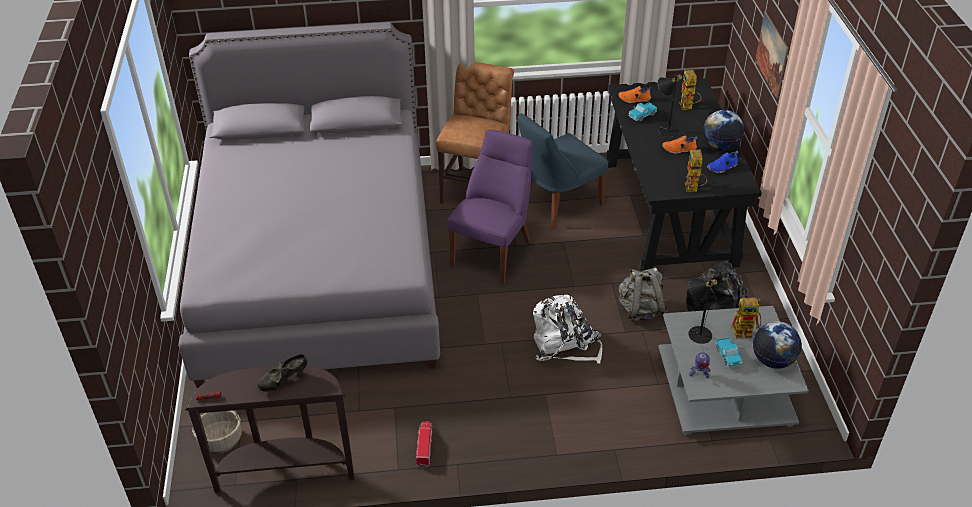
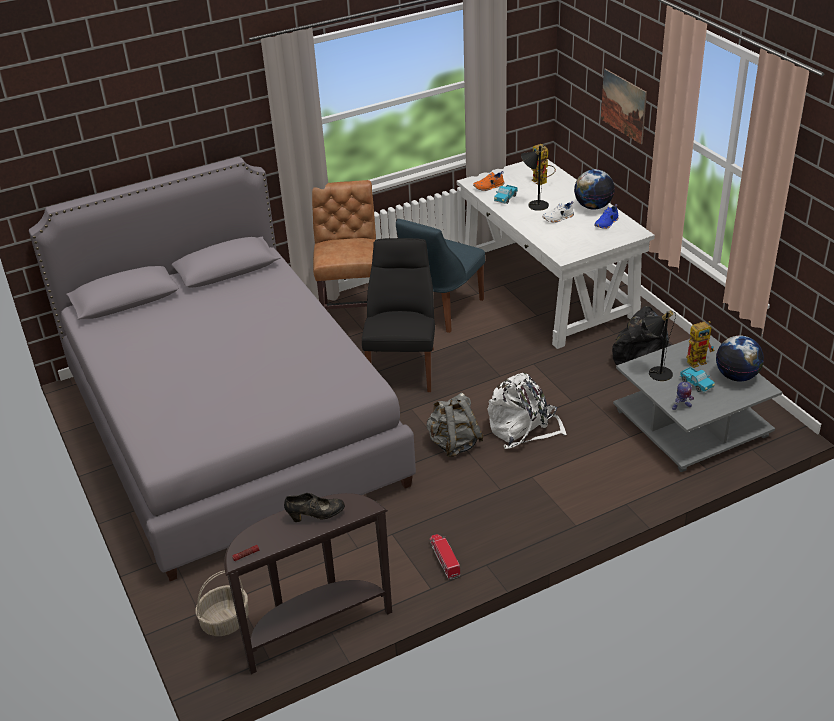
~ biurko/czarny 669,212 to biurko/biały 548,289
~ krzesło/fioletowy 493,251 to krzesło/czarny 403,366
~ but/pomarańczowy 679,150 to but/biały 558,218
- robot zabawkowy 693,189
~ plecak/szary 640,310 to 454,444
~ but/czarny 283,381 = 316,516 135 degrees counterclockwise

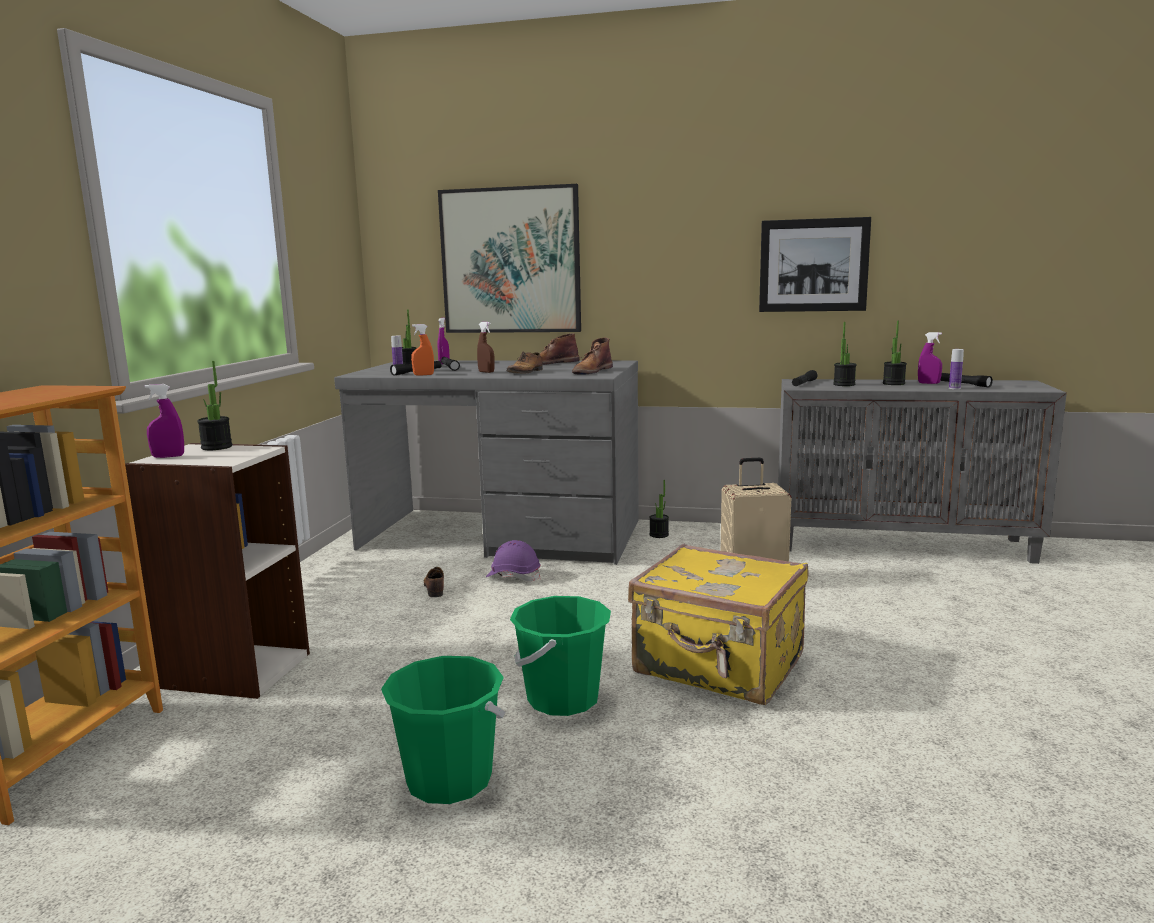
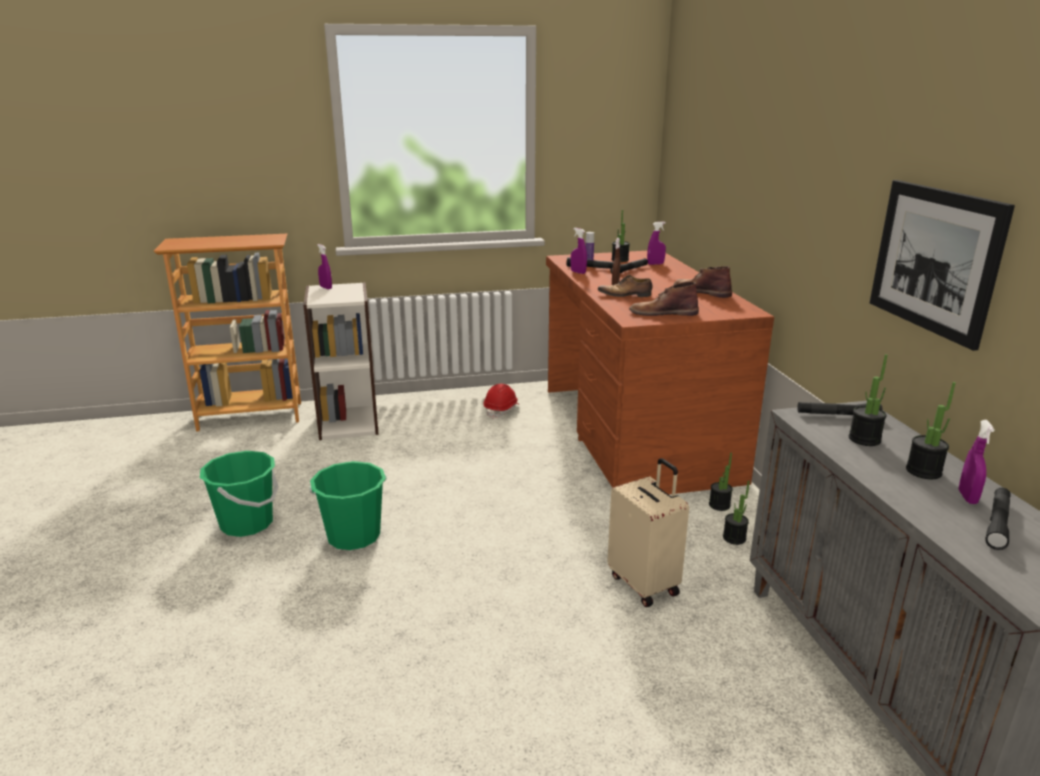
- obraz 511,261
~ spryskiwacz/pomarańczowy 423,375 to spryskiwacz/fioletowy 578,272
- butelka 954,388
~ biurko/szary 502,535 to biurko/brązowy 635,433
~ roślina doniczkowa 216,447 to 734,538
- kask/fioletowy 513,576
- walizka/żółty 719,666
- but 434,587
+ kask/czerwony 502,410

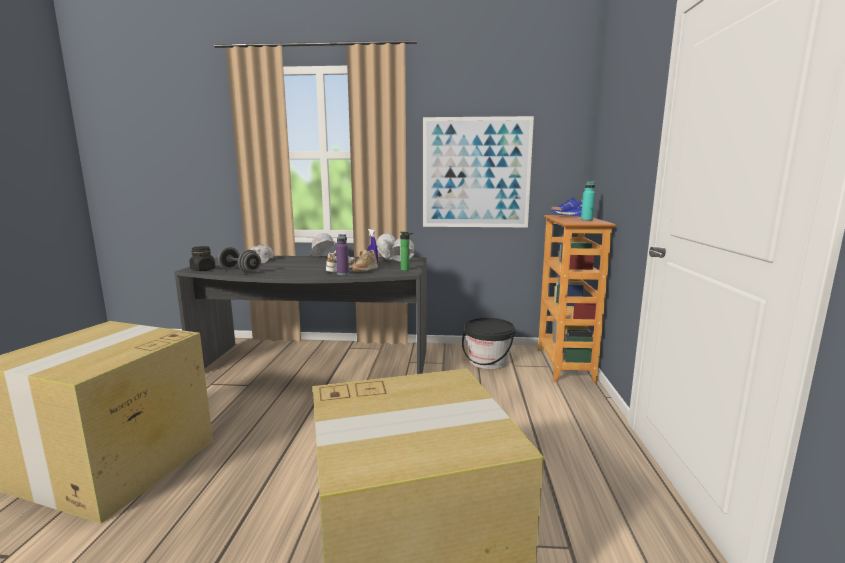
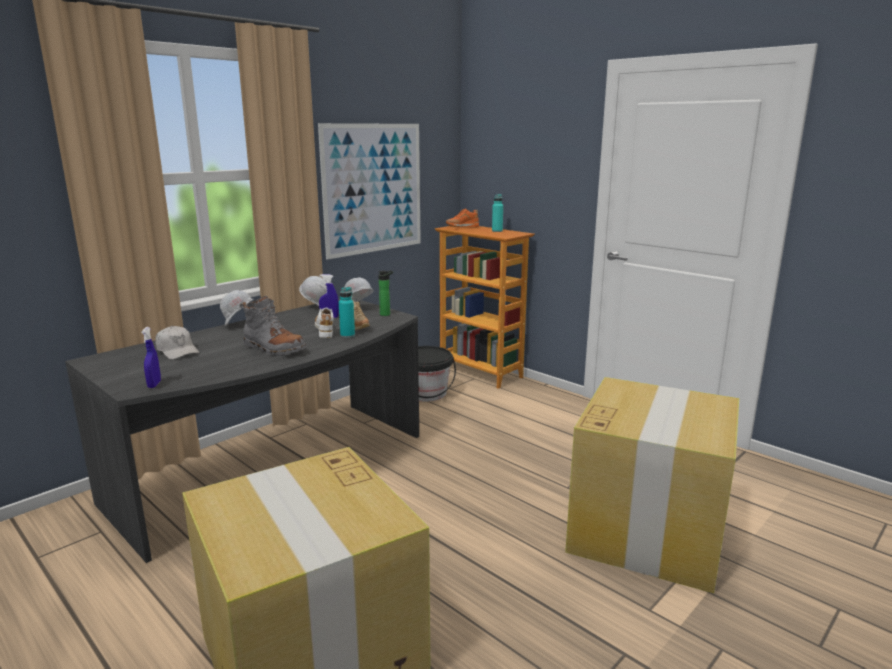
~ but/niebieski 567,216 to but/pomarańczowy 462,228
~ butelka/fioletowy 343,273 to butelka/turkusowy 347,335
~ słoik/czarny 203,269 to spryskiwacz/niebieski 154,384
- hantel/szary 240,271
+ but z cholewką/szary 273,349

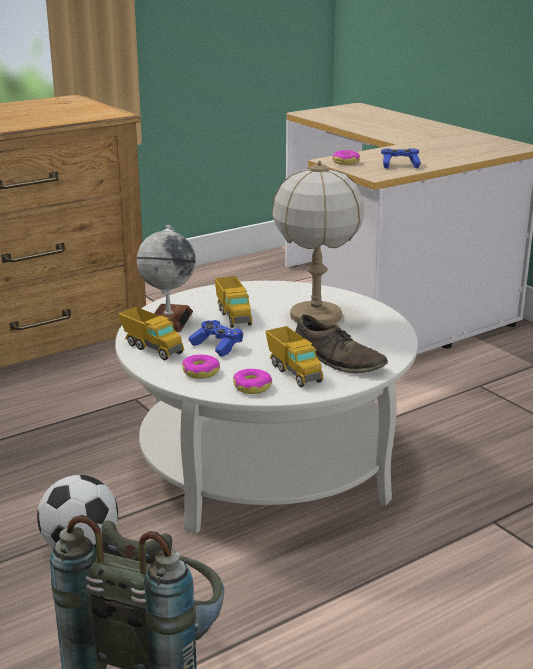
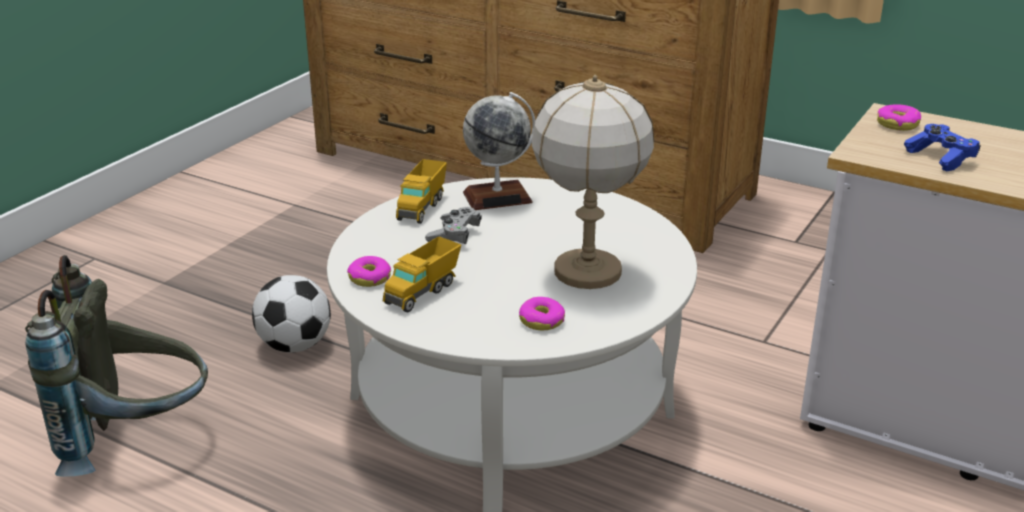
- ciężarówka zabawkowa 233,316
- but/brązowy 338,359
~ pad do gier/niebieski 217,346 to pad do gier/szary 454,236
~ donut 201,372 to 542,320

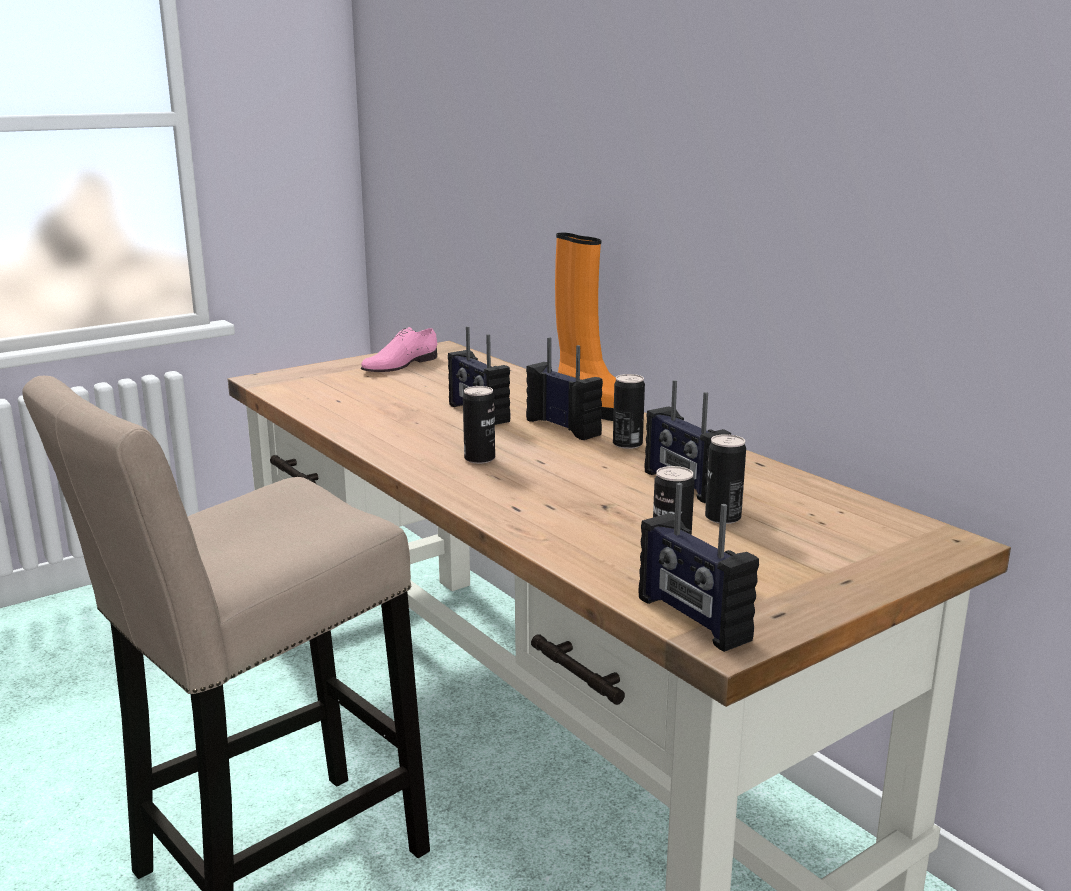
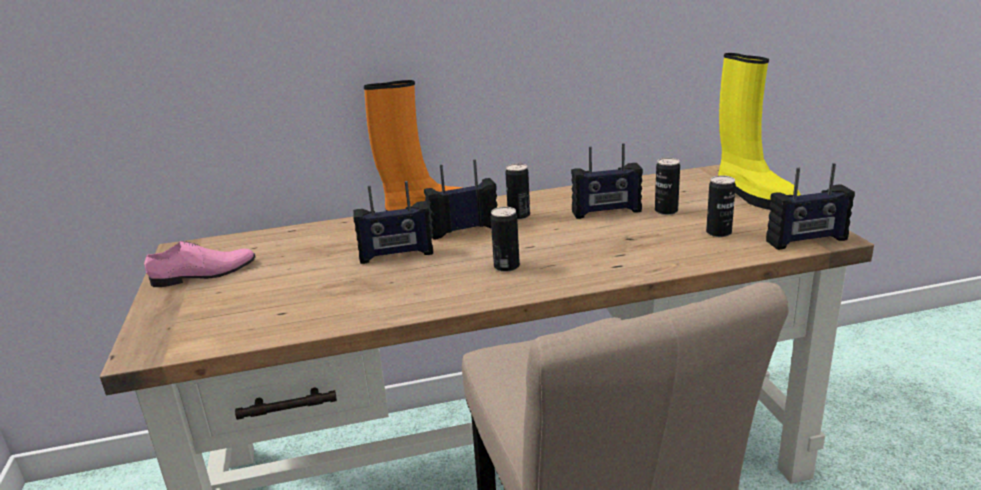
~ but/różowy 399,364 = 204,273 90 degrees counterclockwise
+ but z cholewką/żółty 753,197

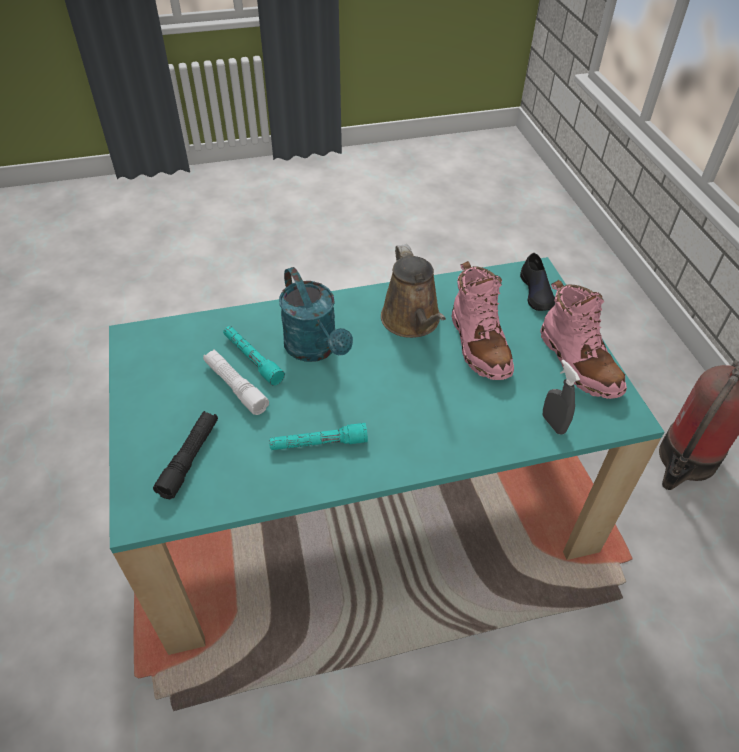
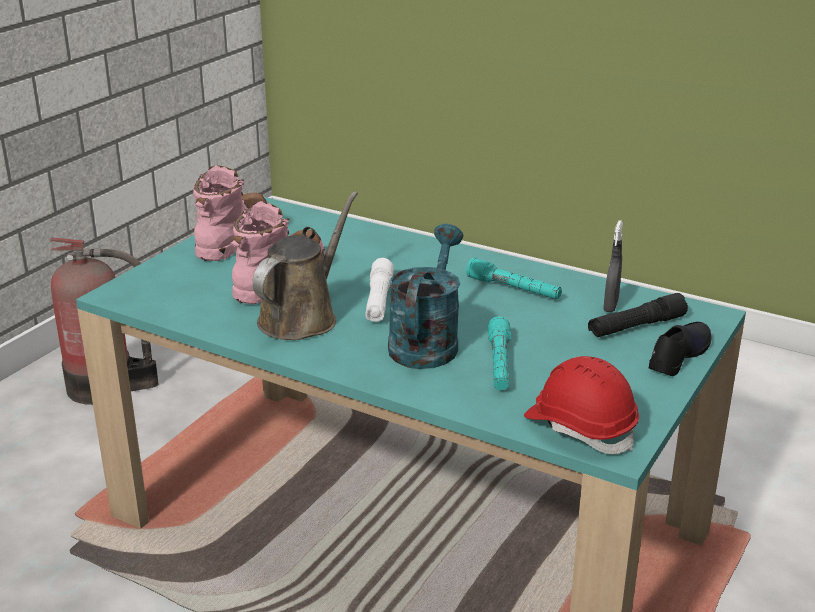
~ but/czarny 536,292 to 678,355
~ latarka/biały 235,387 to 379,300
~ spryskiwacz/szary 553,424 to 610,306
+ kask/czerwony 580,428

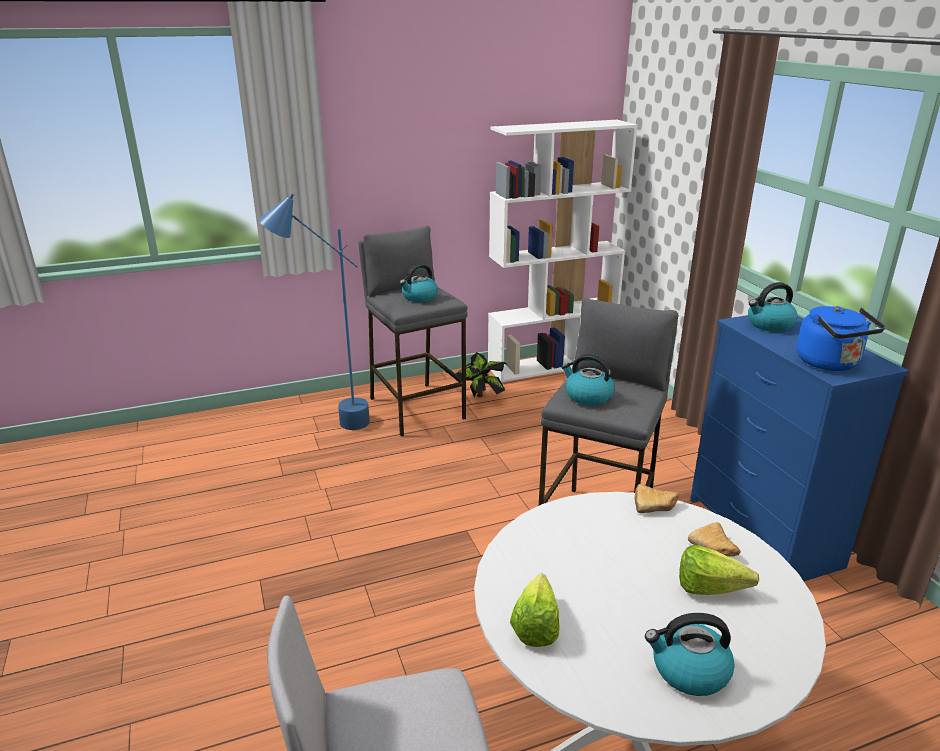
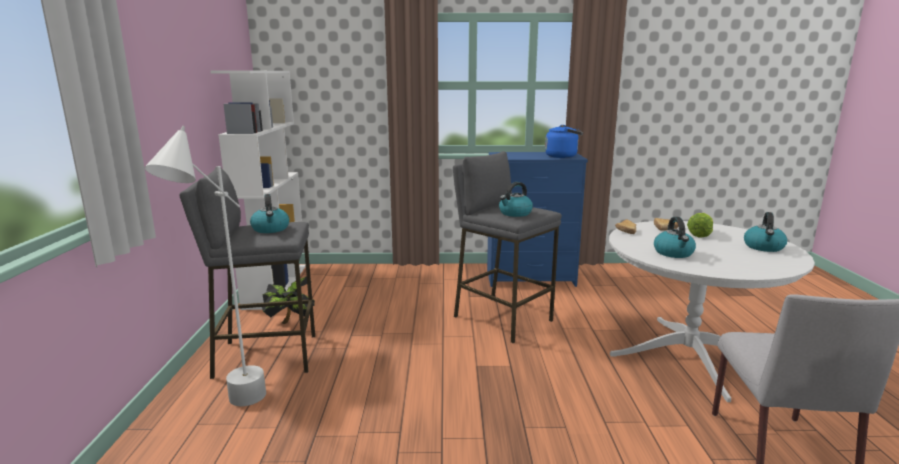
~ lampa stojąca/niebieski 329,425 to lampa stojąca/biały 232,414
~ czajnik 769,325 to 674,253
- sałata 538,622

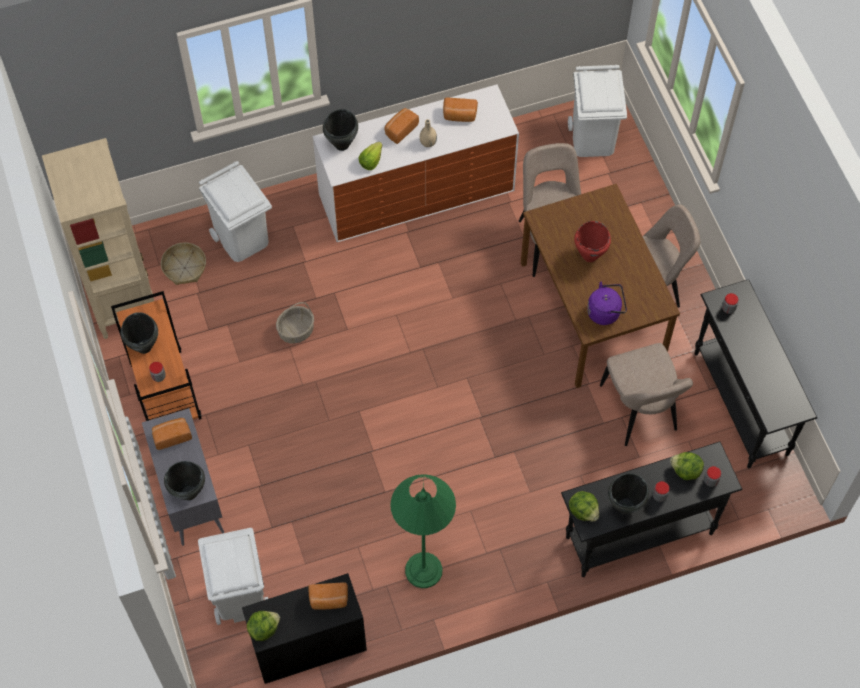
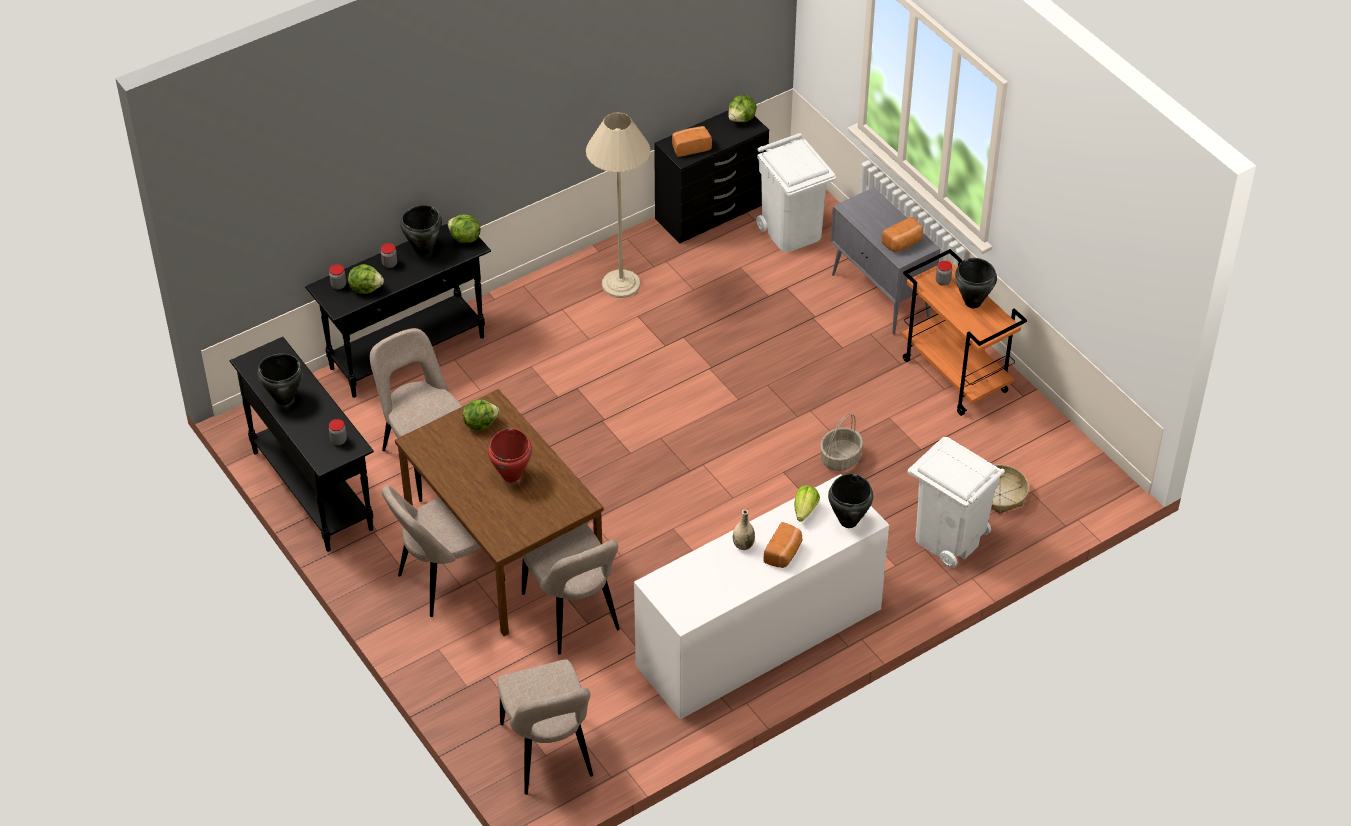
~ kosz na śmieci/biały 593,139 to krzesło/beżowy 548,754
- chleb 459,116
- regał/beżowy 123,300
~ czajnik/fioletowy 605,312 to sałata 480,423
~ garnek/czarny 189,493 to 284,398
~ lampa stojąca/zielony 423,570 to lampa stojąca/beżowy 621,284

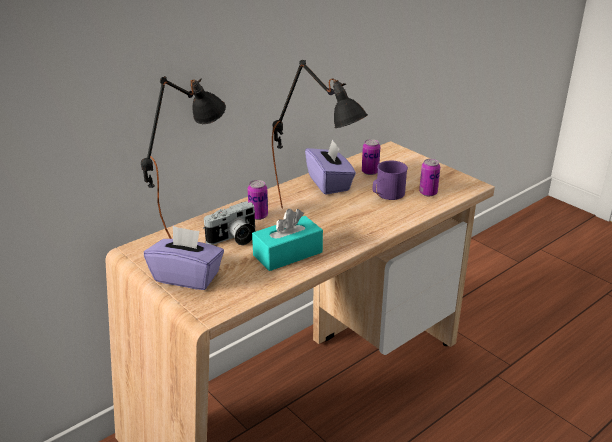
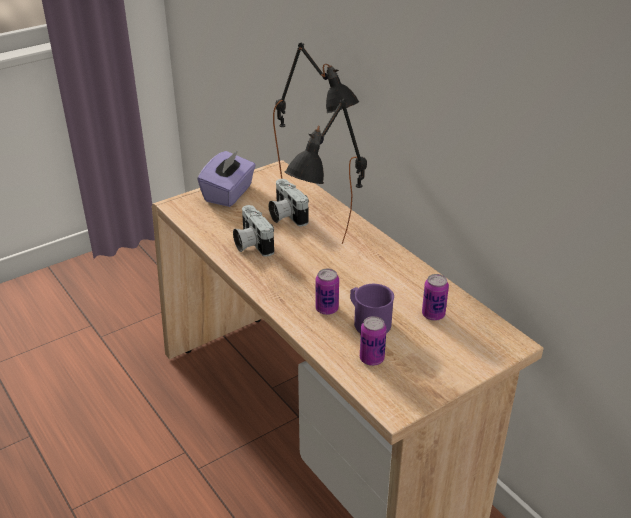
- pudełko chusteczek/fioletowy 329,183
~ puszka 258,216 to 327,309
~ pudełko chusteczek/turkusowy 288,254 to aparat fotograficzny 251,244

